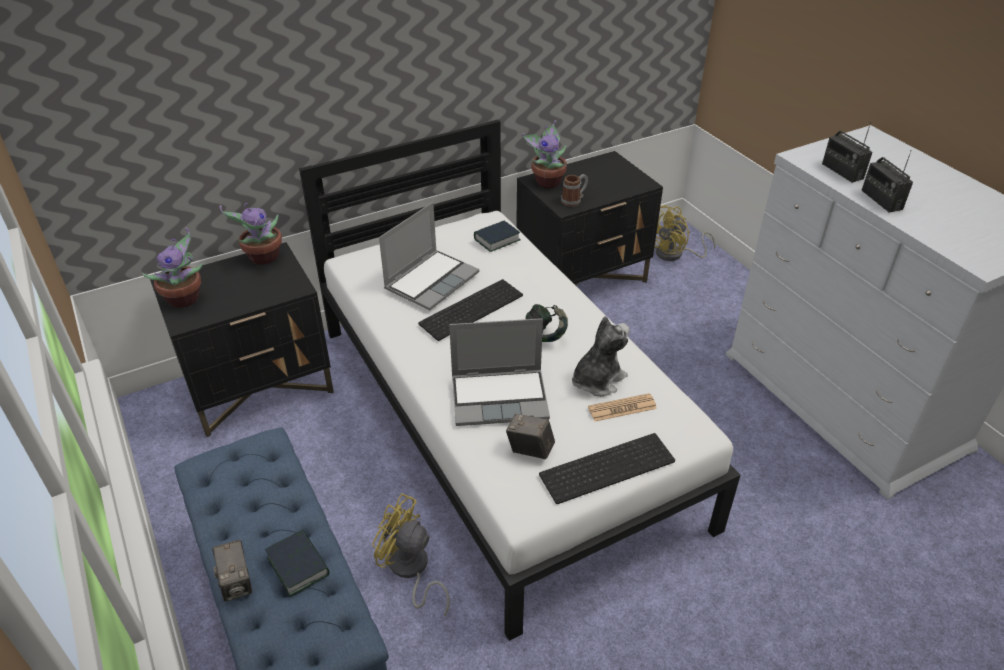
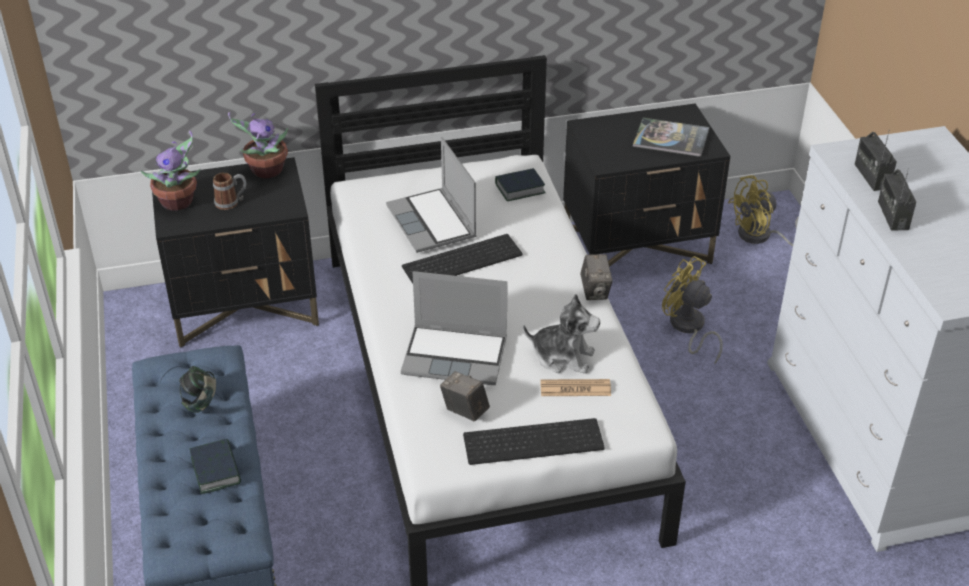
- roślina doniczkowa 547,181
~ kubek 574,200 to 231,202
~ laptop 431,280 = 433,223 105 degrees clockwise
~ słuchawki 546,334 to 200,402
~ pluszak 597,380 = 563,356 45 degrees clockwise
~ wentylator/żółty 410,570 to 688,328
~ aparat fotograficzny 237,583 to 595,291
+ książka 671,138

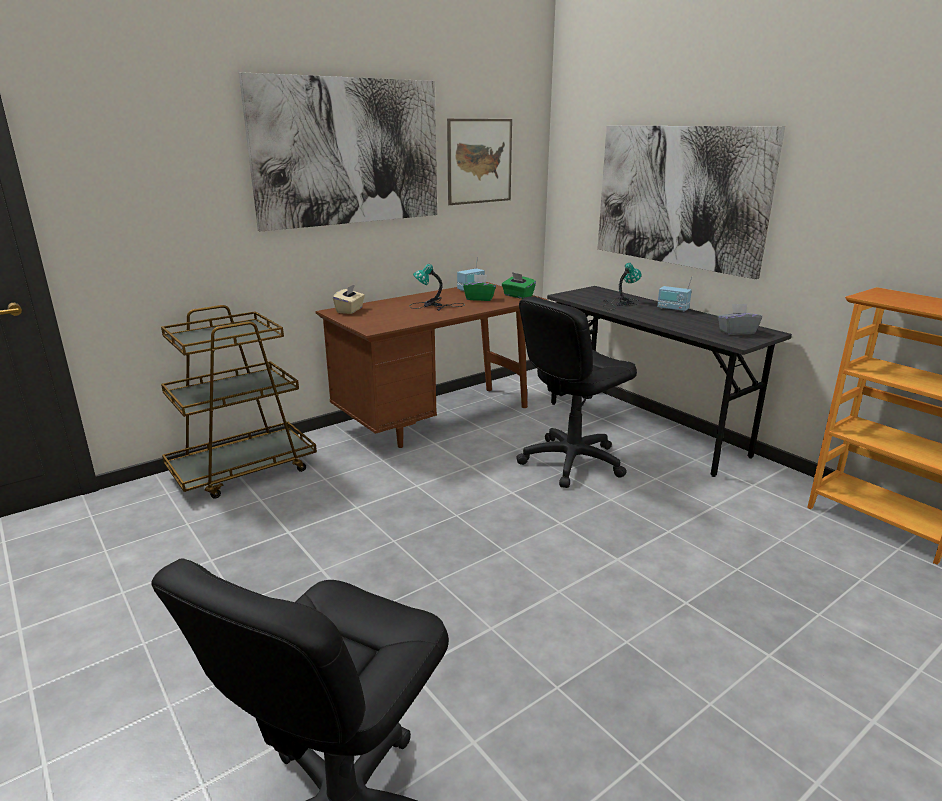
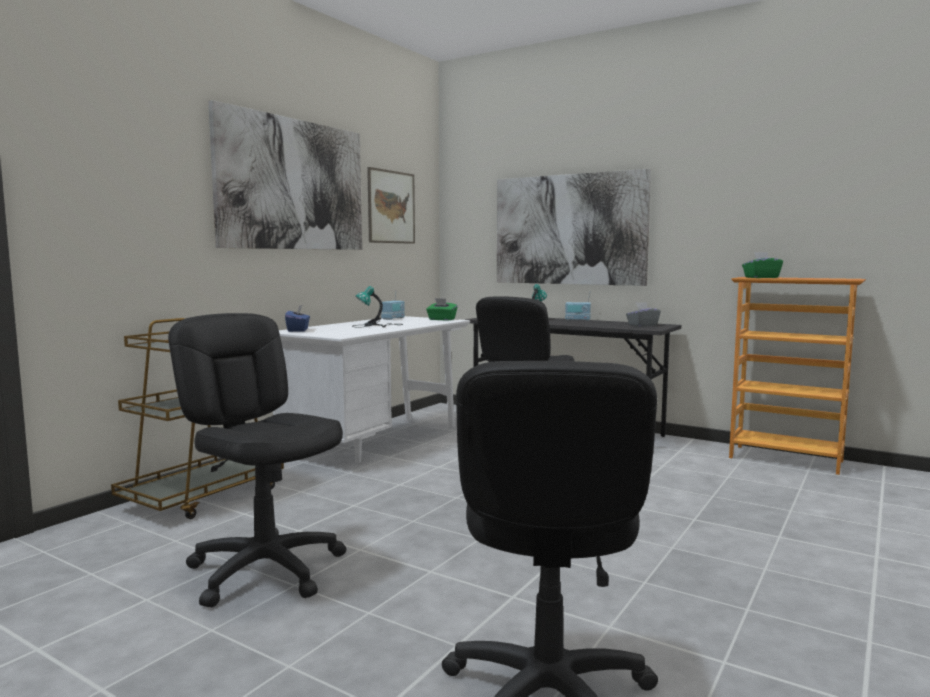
~ pudełko chusteczek/zielony 479,298 to 761,277
~ biurko/brązowy 437,419 to biurko/biały 377,441
~ pudełko chusteczek/beżowy 350,310 to pudełko chusteczek/niebieski 298,330
+ krzesło biurowe/czarny 266,570

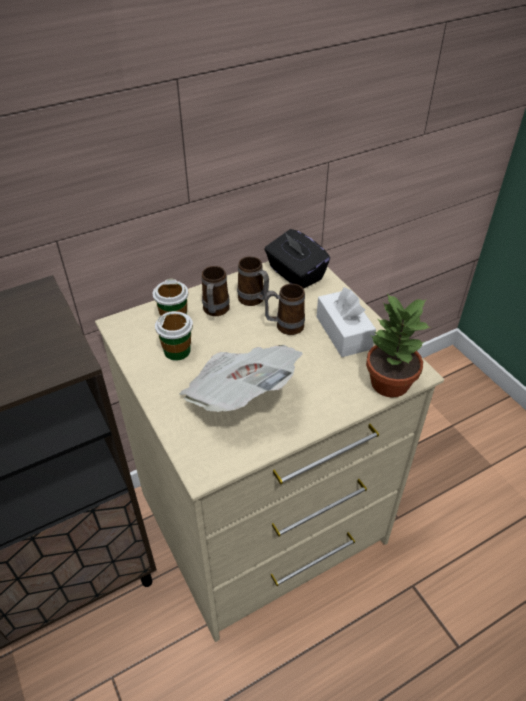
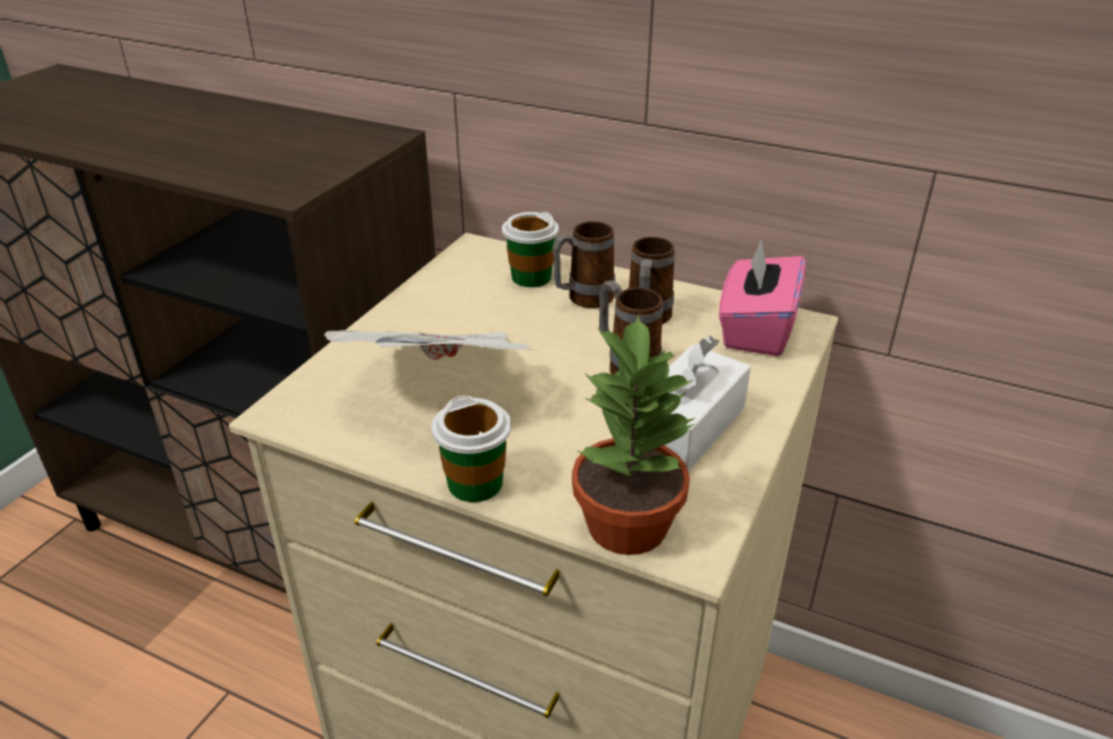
~ pudełko chusteczek/czarny 295,274 to pudełko chusteczek/różowy 756,330
~ filiżanka 177,351 to 475,483

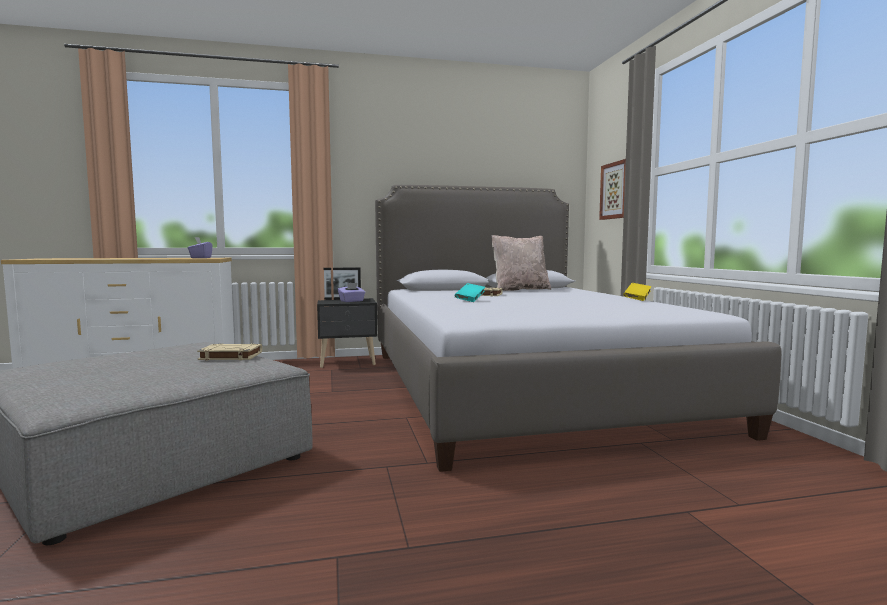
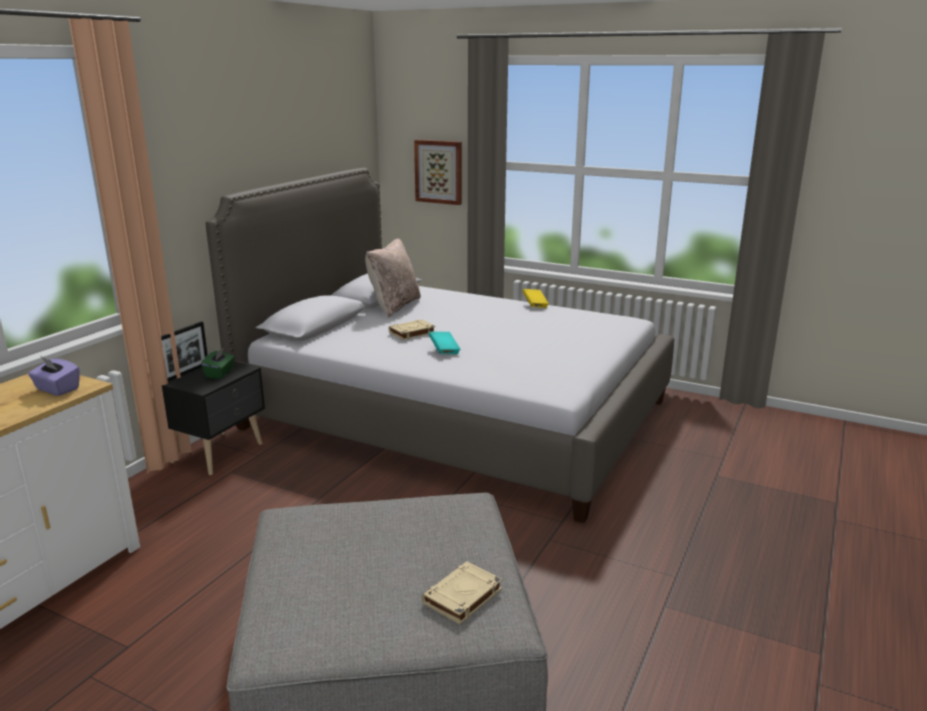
~ pudełko chusteczek/fioletowy 352,301 to pudełko chusteczek/zielony 220,373
~ książka/beżowy 230,356 to 462,597

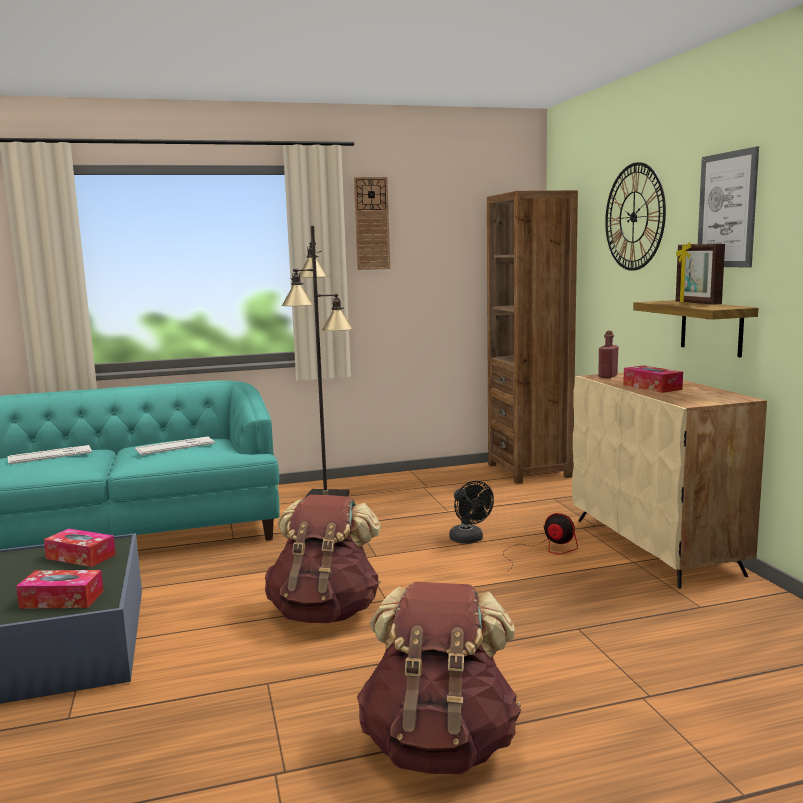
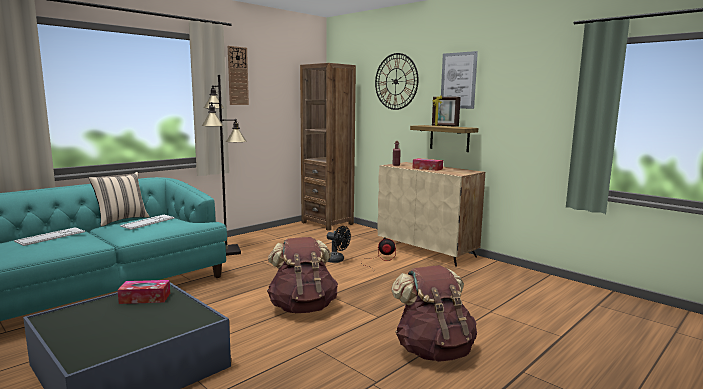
- pudełko chusteczek 62,599
+ poduszka/beżowy 121,220

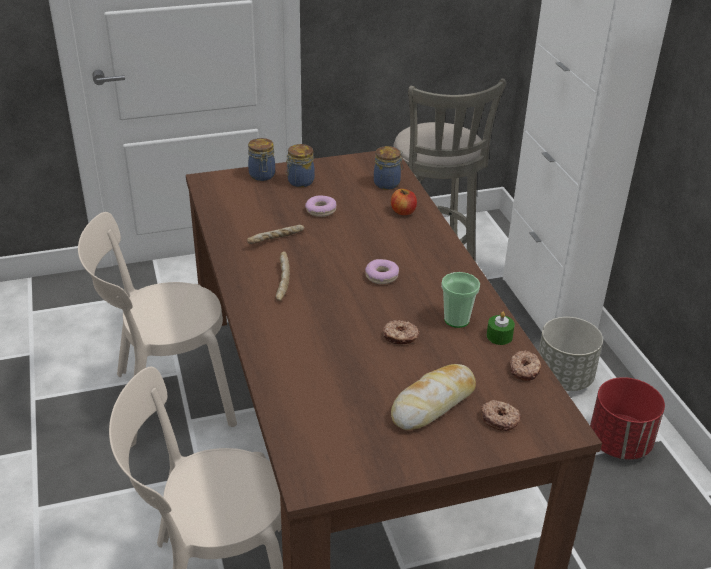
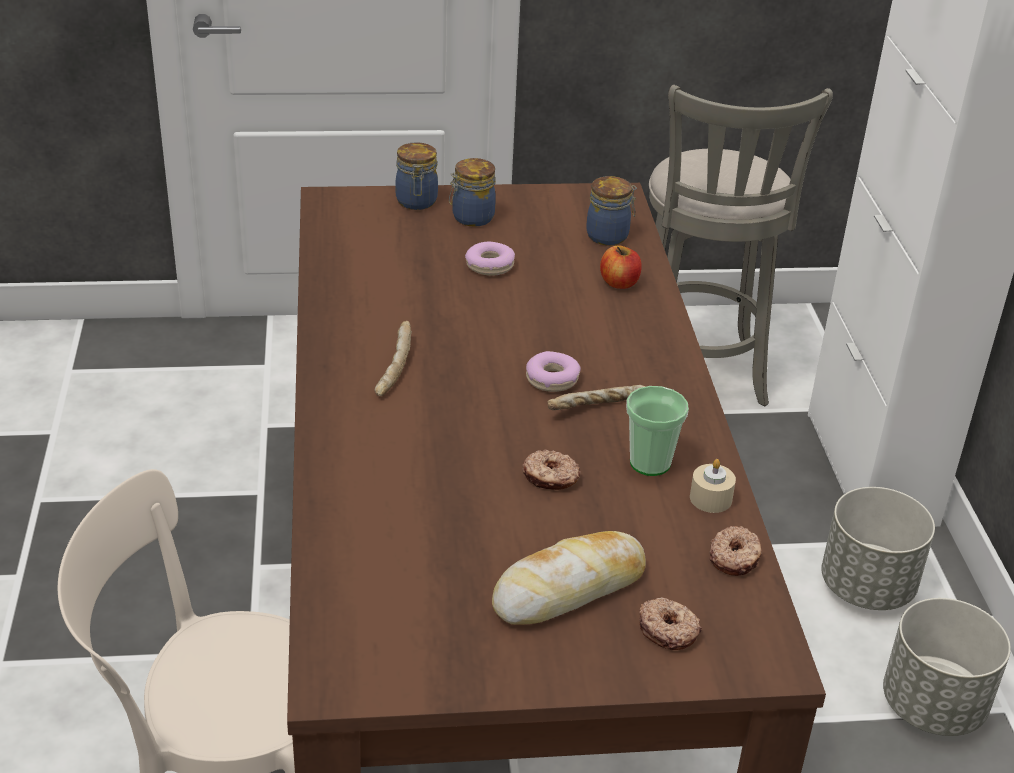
- krzesło/beżowy 167,400
~ chleb 276,240 to 597,407
~ świeca/zielony 499,336 to świeca/beżowy 710,498
~ donica/czerwony 620,443 to donica/szary 933,706

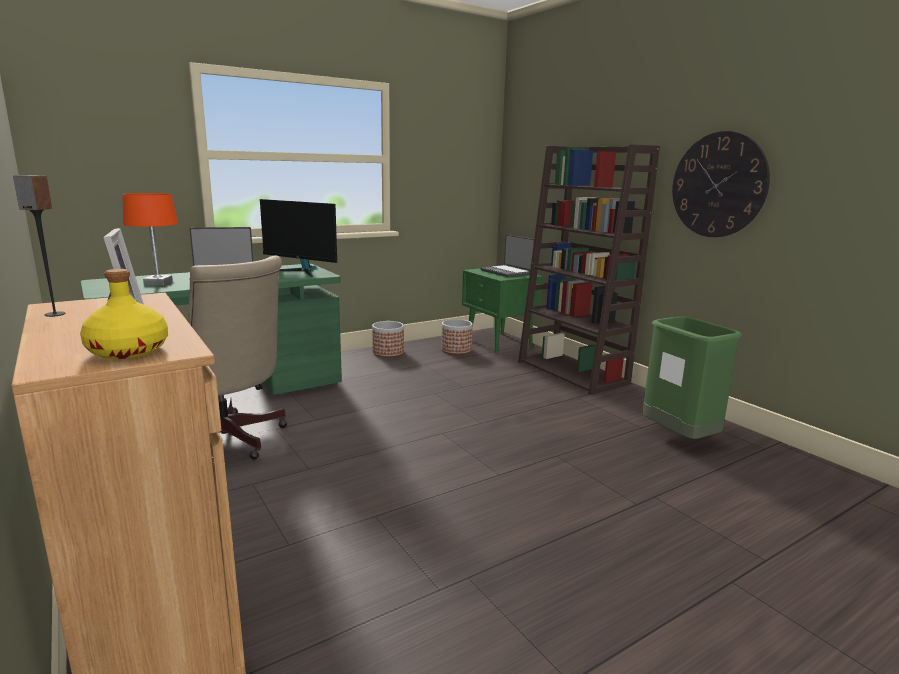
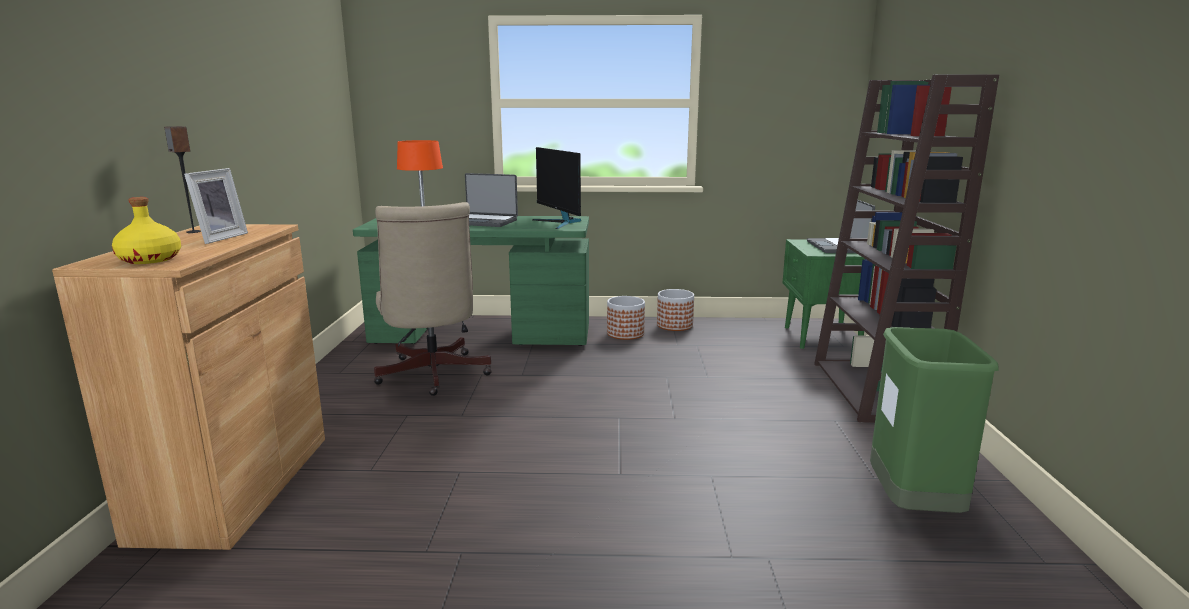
- zegar ścienny 718,185
~ donica 456,350 to 625,333

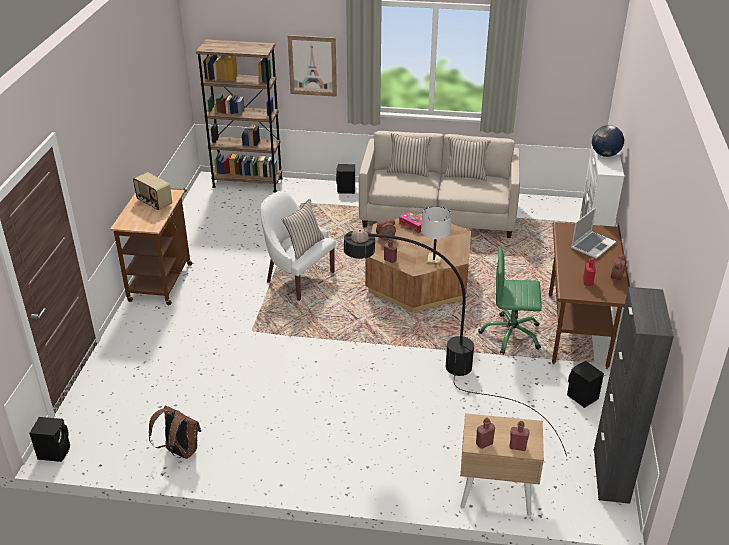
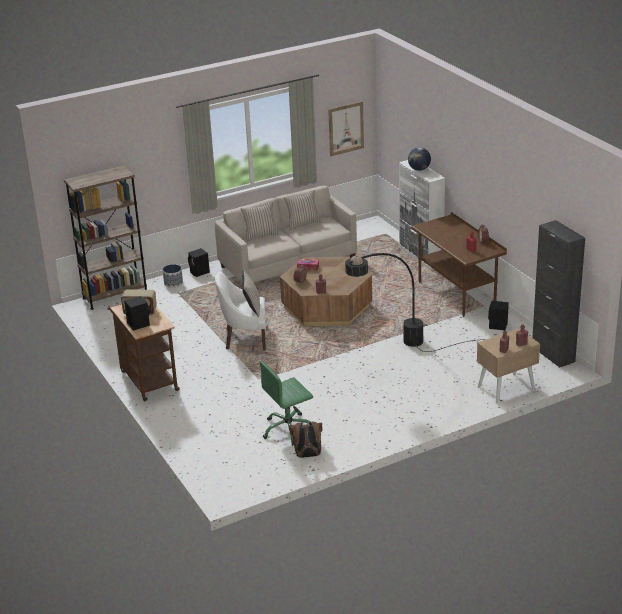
~ obraz 312,66 to 346,128
- lampa stołowa/biały 434,259
- laptop 592,245
~ krzesło biurowe/zielony 511,335 to 288,429
~ głośnik/czarny 55,451 to 138,324
+ donica 173,283

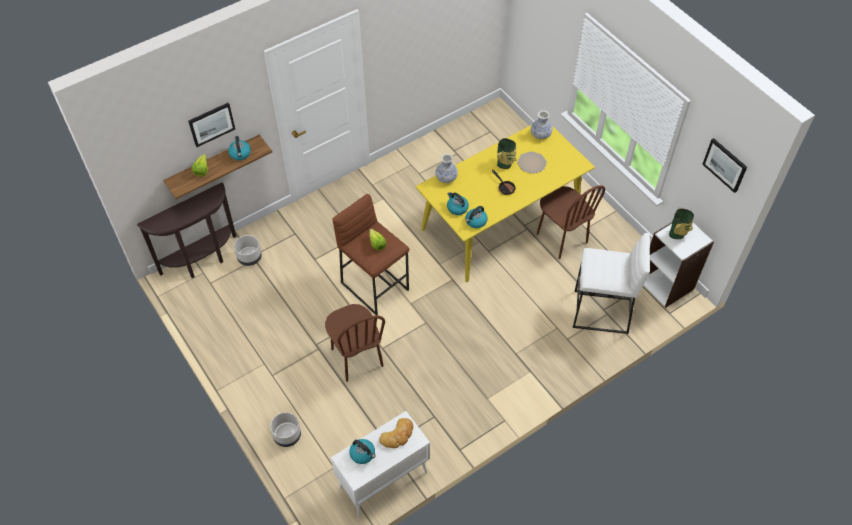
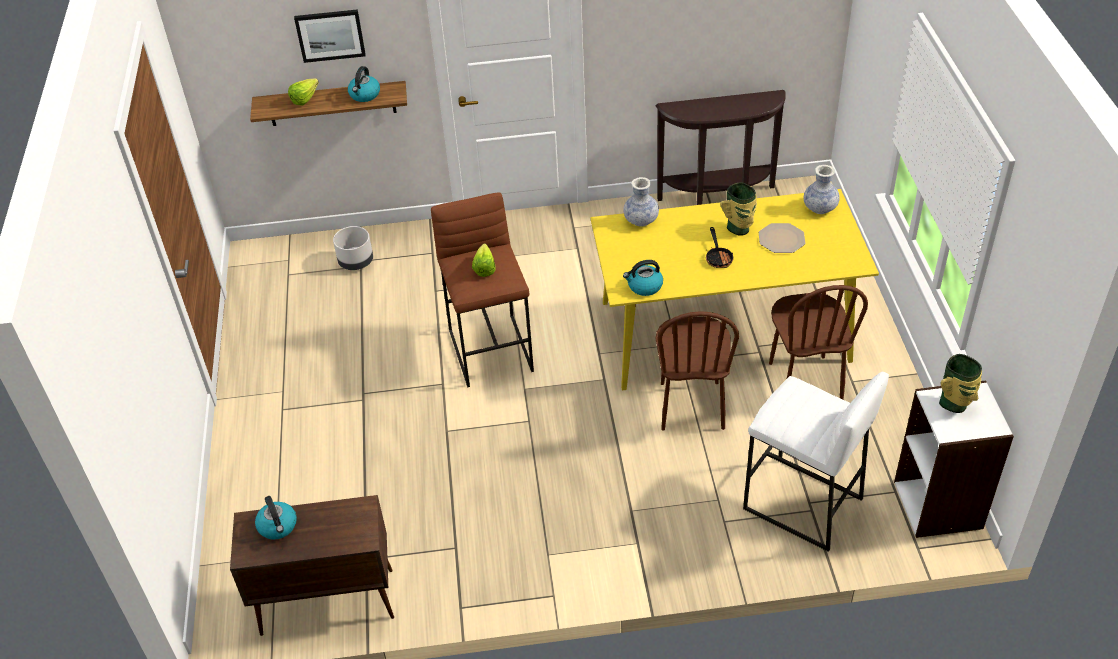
- obraz 725,165
~ stolik konsolowy/brązowy 202,261 to 718,201
- czajnik 457,208
~ krzesło/brązowy 356,358 to 691,405
~ szafka/biały 382,481 to szafka/brązowy 326,602
- donica/szary 287,436
- chleb 398,435

